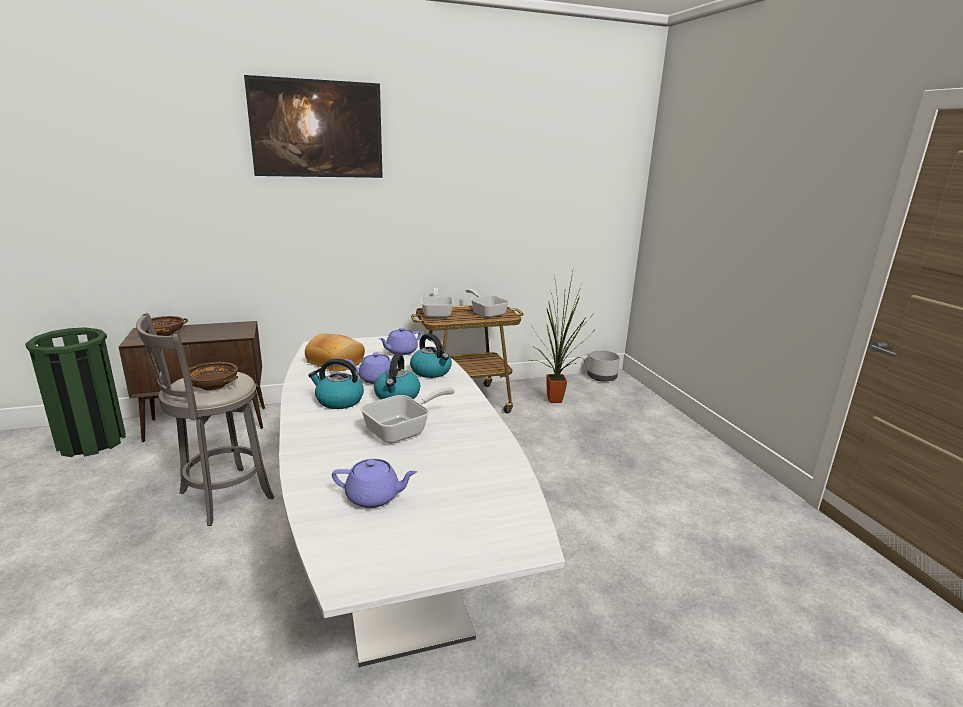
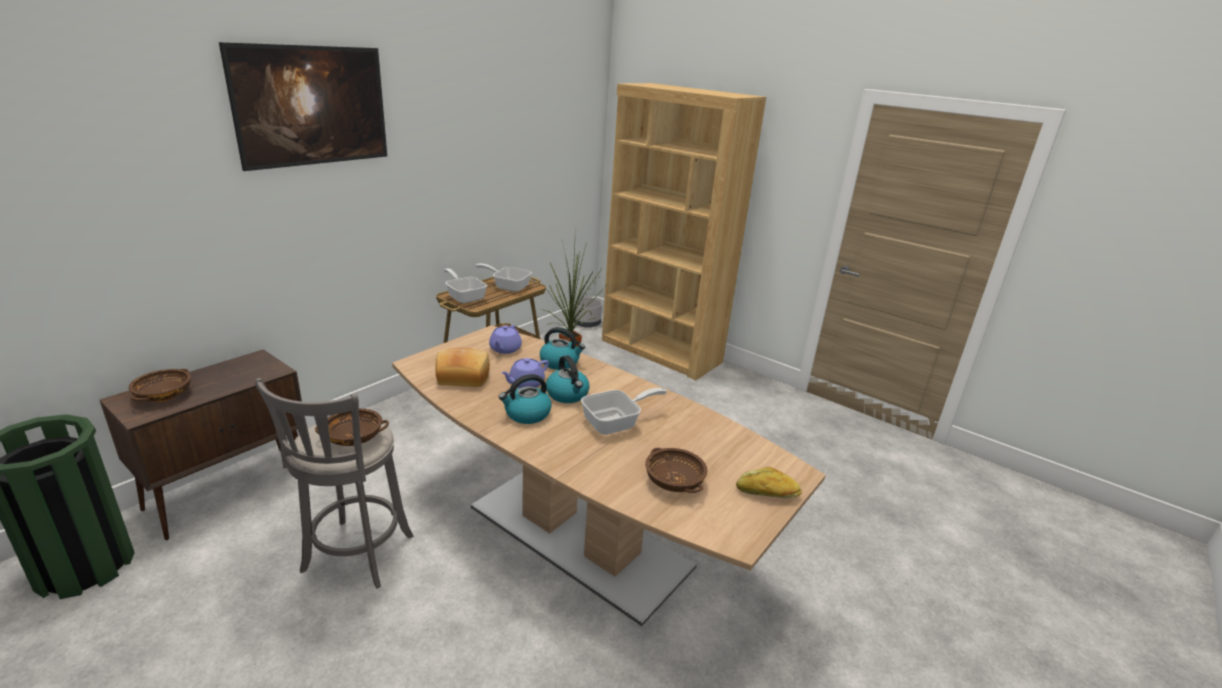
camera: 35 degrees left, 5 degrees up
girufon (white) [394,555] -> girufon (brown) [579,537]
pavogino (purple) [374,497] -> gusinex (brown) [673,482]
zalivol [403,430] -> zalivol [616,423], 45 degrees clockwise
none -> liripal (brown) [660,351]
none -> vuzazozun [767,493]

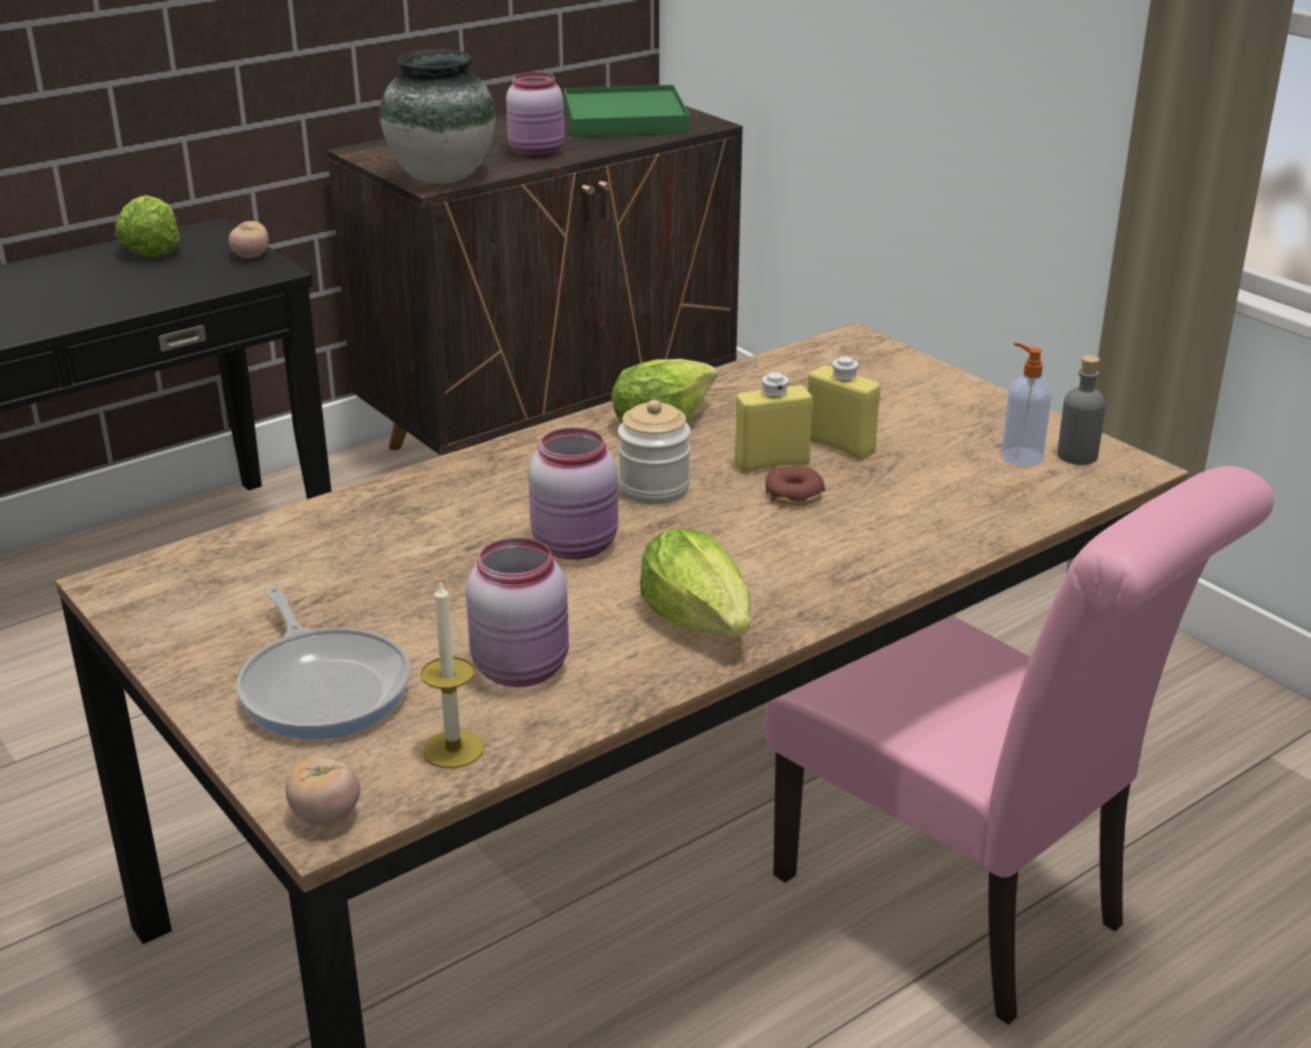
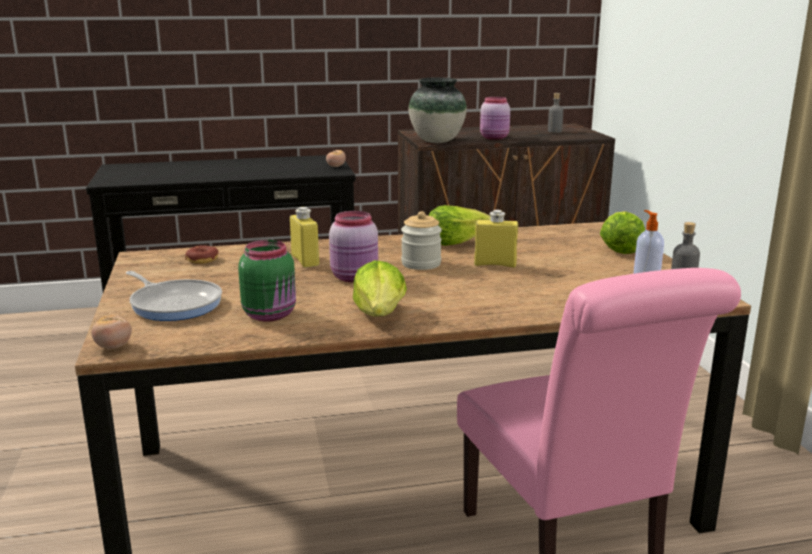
camera: 25 degrees right, 10 degrees down
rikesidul [151,248] -> rikesidul [620,248], moved
zalivol [324,687] -> zalivol [174,304], 45 degrees counterclockwise
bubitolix [453,749] -> none
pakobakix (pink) [523,667] -> pakobakix (green) [271,315]
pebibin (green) [624,119] -> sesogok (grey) [554,131]
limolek [794,495] -> limolek [202,260], moved
sesogok (yellow) [840,446] -> sesogok (yellow) [305,261], moved

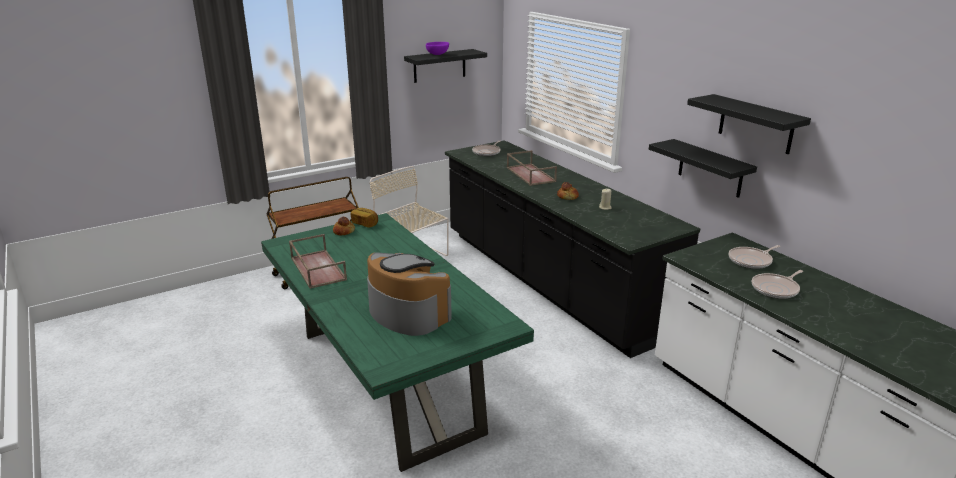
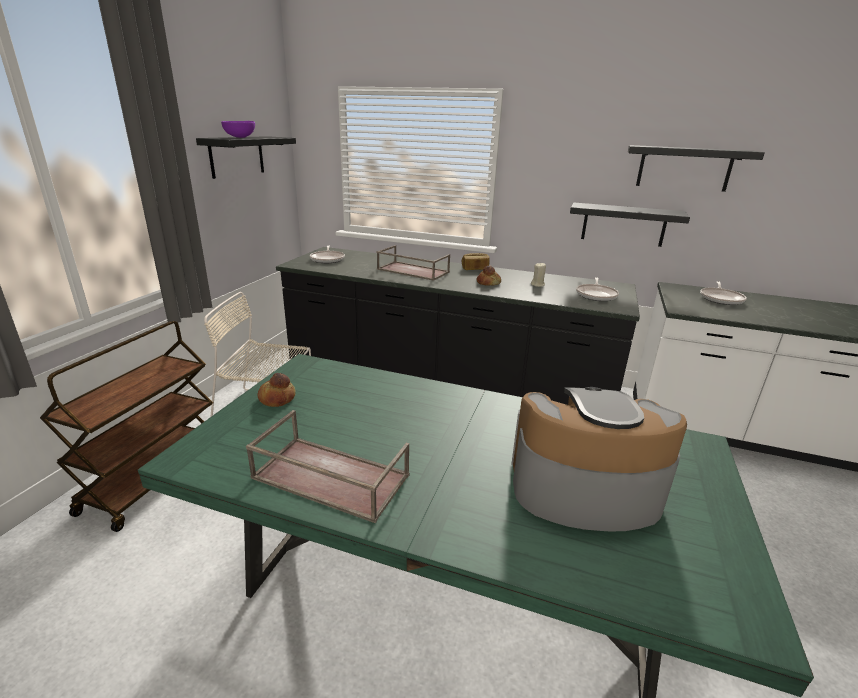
camera: 40 degrees left, 0 degrees up
vuzazozun [365,224] -> vuzazozun [475,269], moved
zalivol [776,289] -> zalivol [596,295], moved

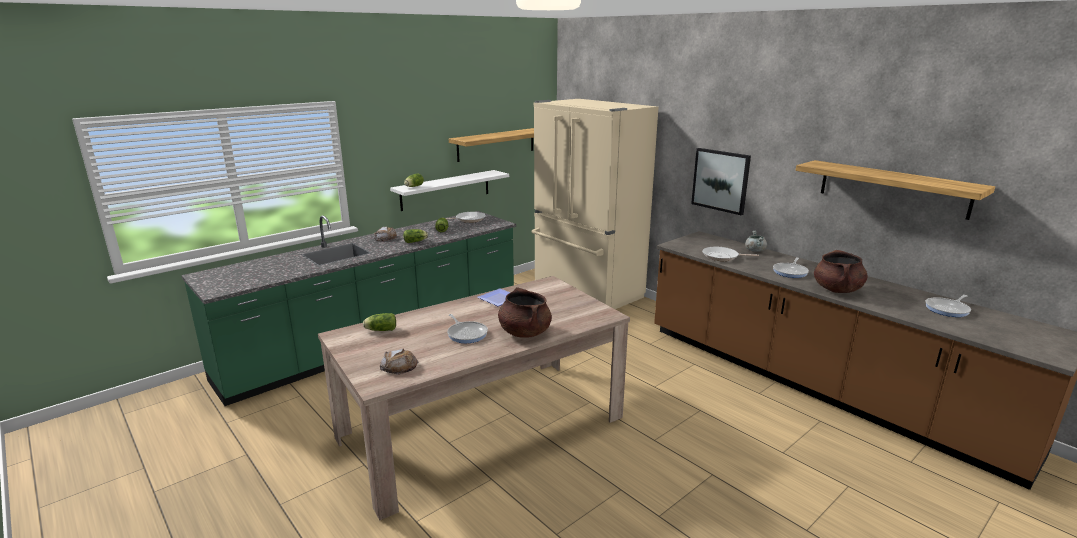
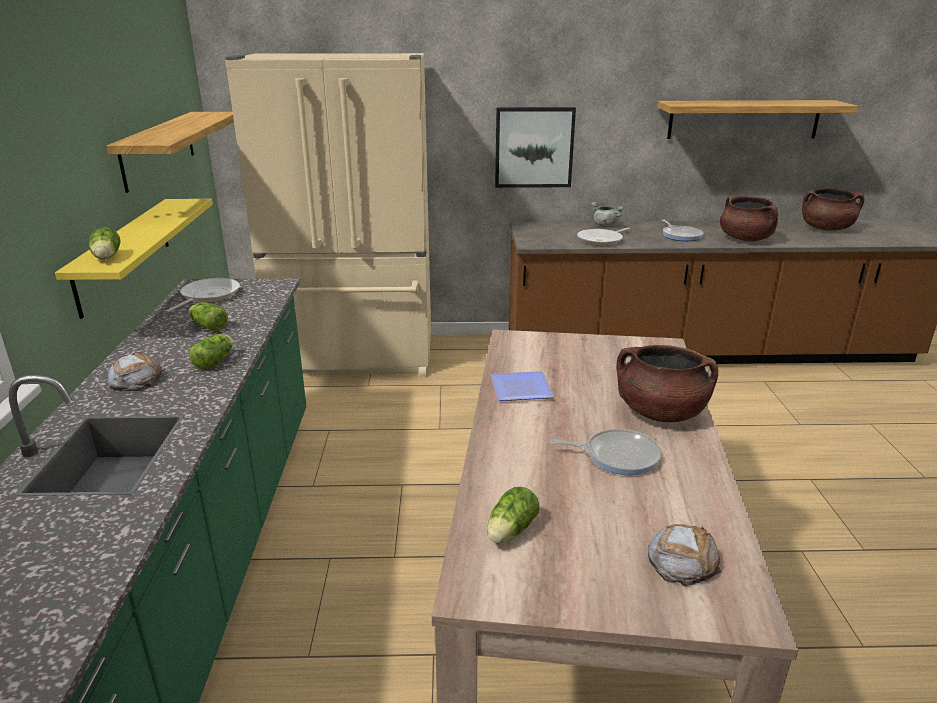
camera: 50 degrees left, 5 degrees up
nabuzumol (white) [445,190] -> nabuzumol (yellow) [124,253]
zalivol [948,309] -> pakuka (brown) [826,229]

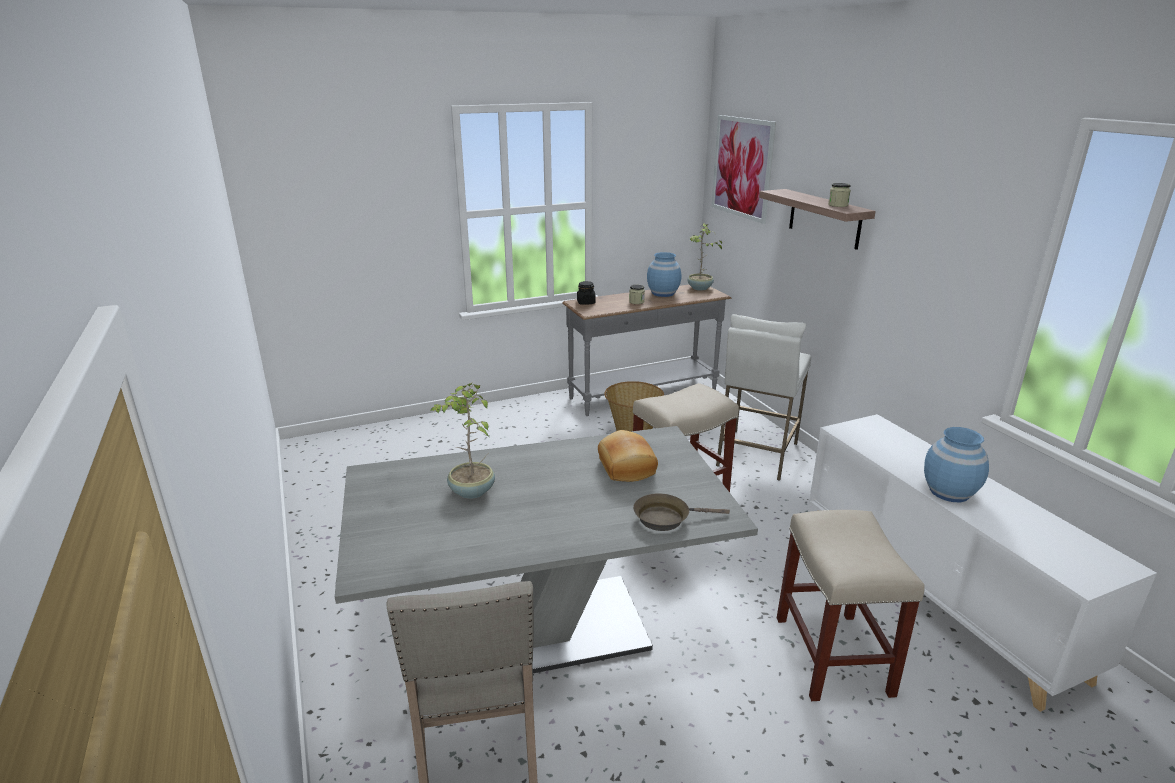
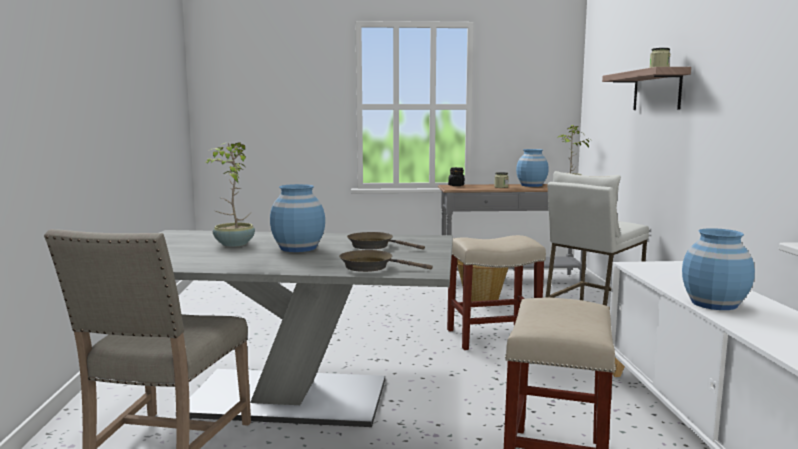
camera: 20 degrees right, 15 degrees down
vuzazozun [625,467] -> zalivol (brown) [374,246]
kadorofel [742,167] -> none
none -> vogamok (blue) [298,248]

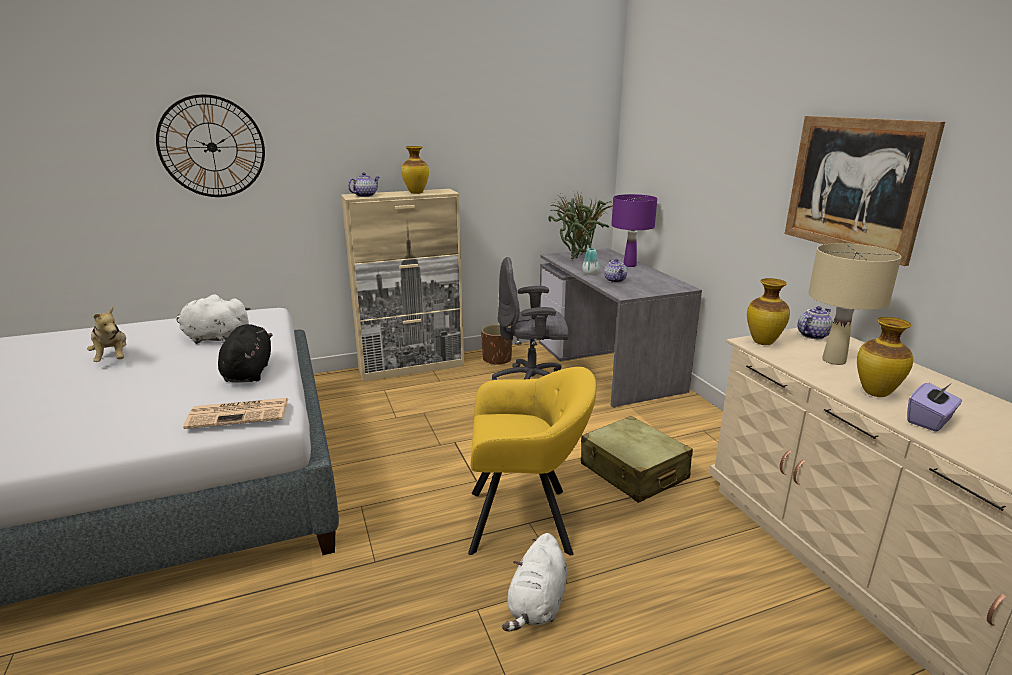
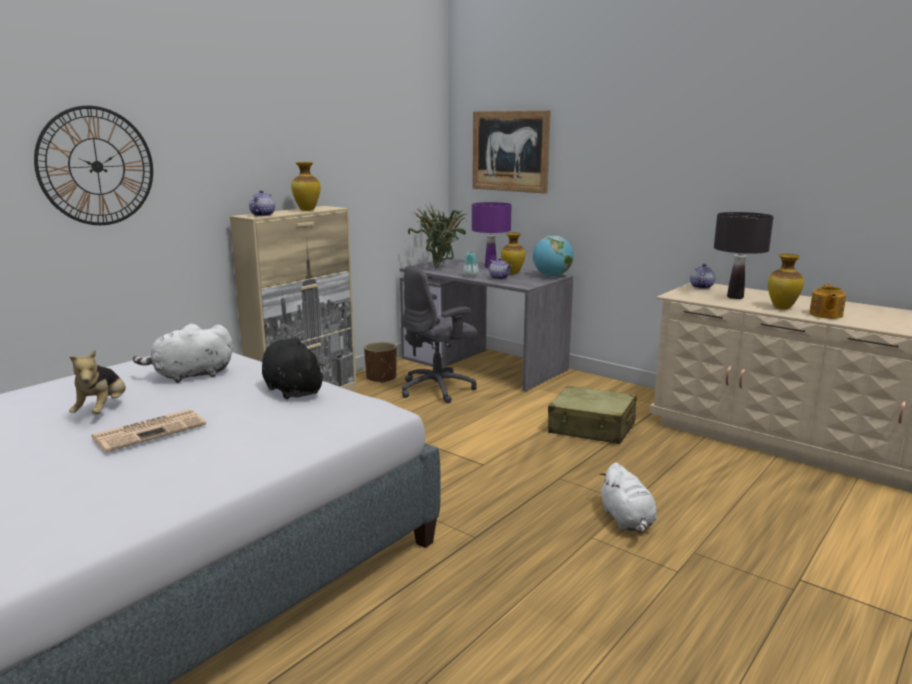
camera: 30 degrees left, 5 degrees down
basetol [113,358] -> basetol [103,410], 60 degrees clockwise
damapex [240,413] -> damapex [150,430], moved
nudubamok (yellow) [526,521] -> none
vogamok [763,342] -> vogamok [512,273], moved
kadorofel [855,185] -> kadorofel [510,151], moved
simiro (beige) [833,361] -> simiro (black) [735,297]
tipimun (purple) [929,421] -> pavogino [825,315]
none -> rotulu [552,276]

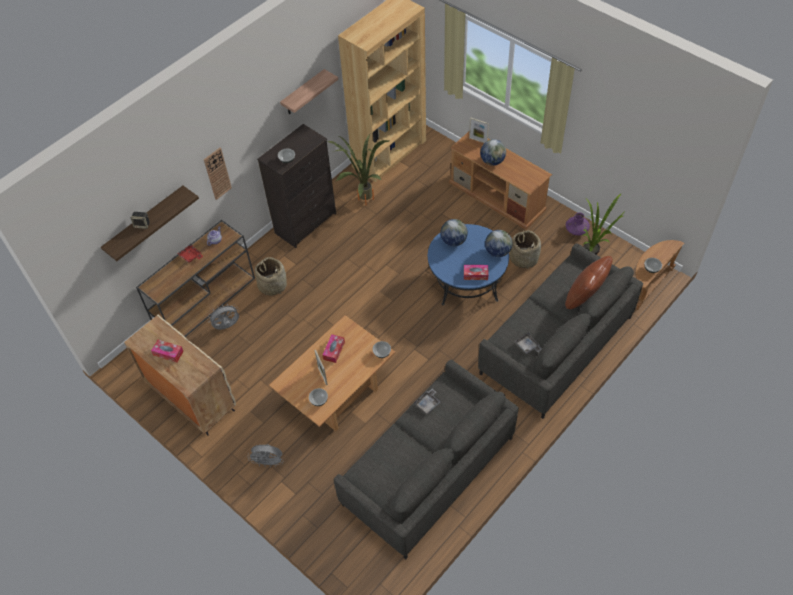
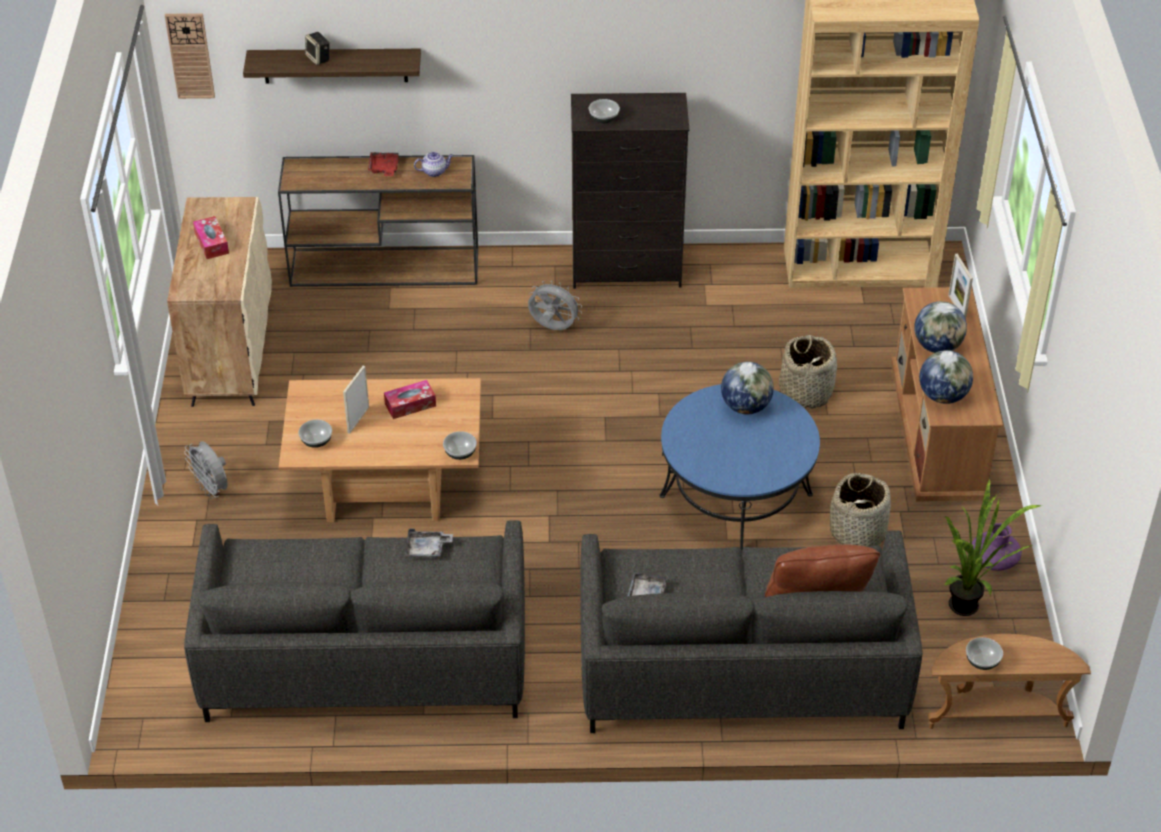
camera: 45 degrees right, 10 degrees down
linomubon [217,173] -> linomubon [190,55], moved
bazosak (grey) [227,326] -> bazosak (grey) [553,328], moved
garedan [272,285] -> garedan [806,391], moved
nabuzumol [303,93] -> none
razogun [361,201] -> none
tipimun [475,274] -> none
rotulu [497,252] -> rotulu [943,396], moved

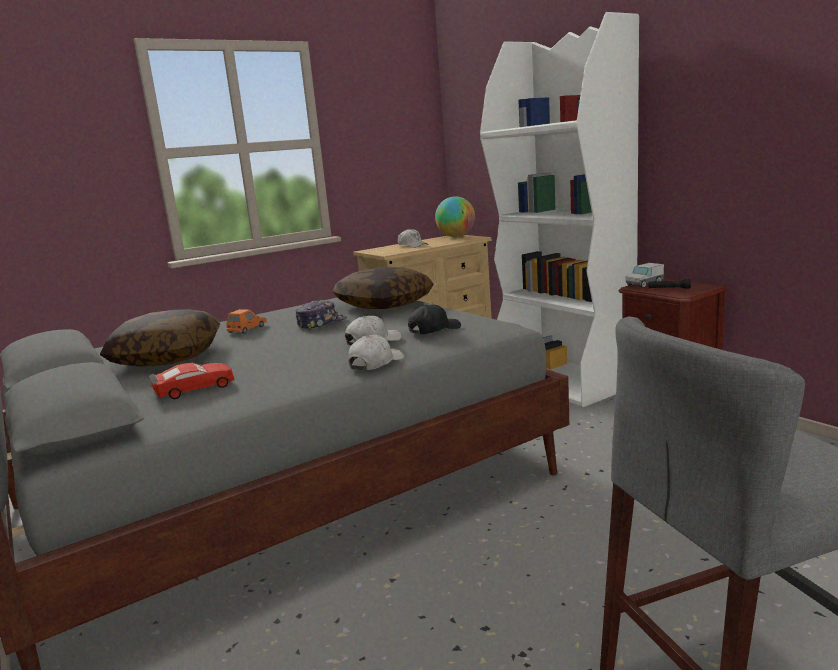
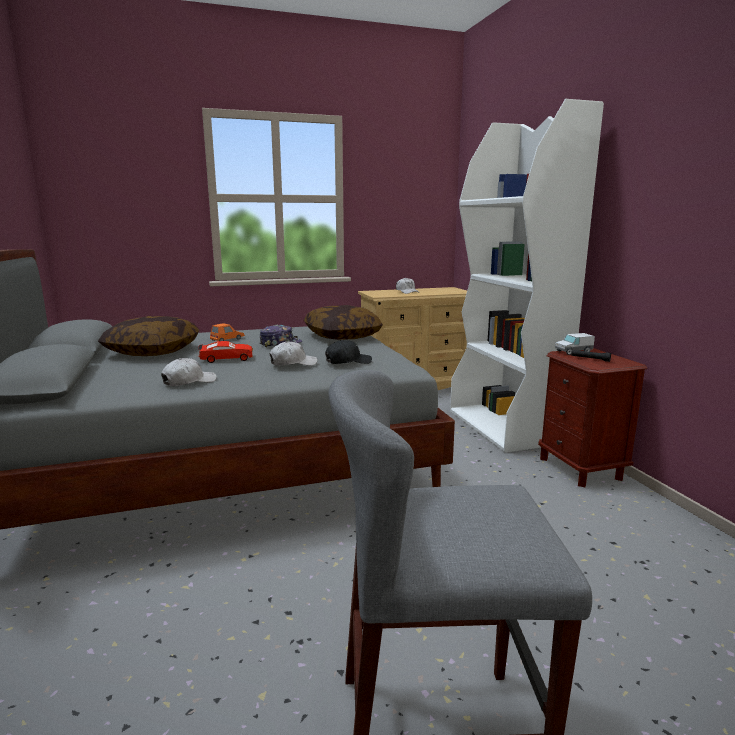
camera: 15 degrees right, 0 degrees up
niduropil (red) [194,388] -> niduropil (red) [226,358], moved
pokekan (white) [375,363] -> pokekan (white) [189,382], moved
rotulu [456,236] -> none

